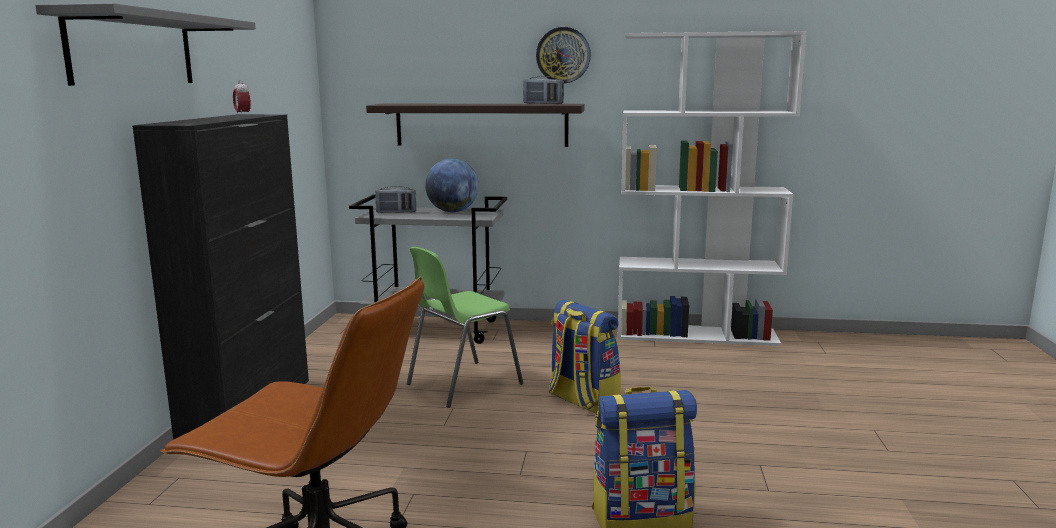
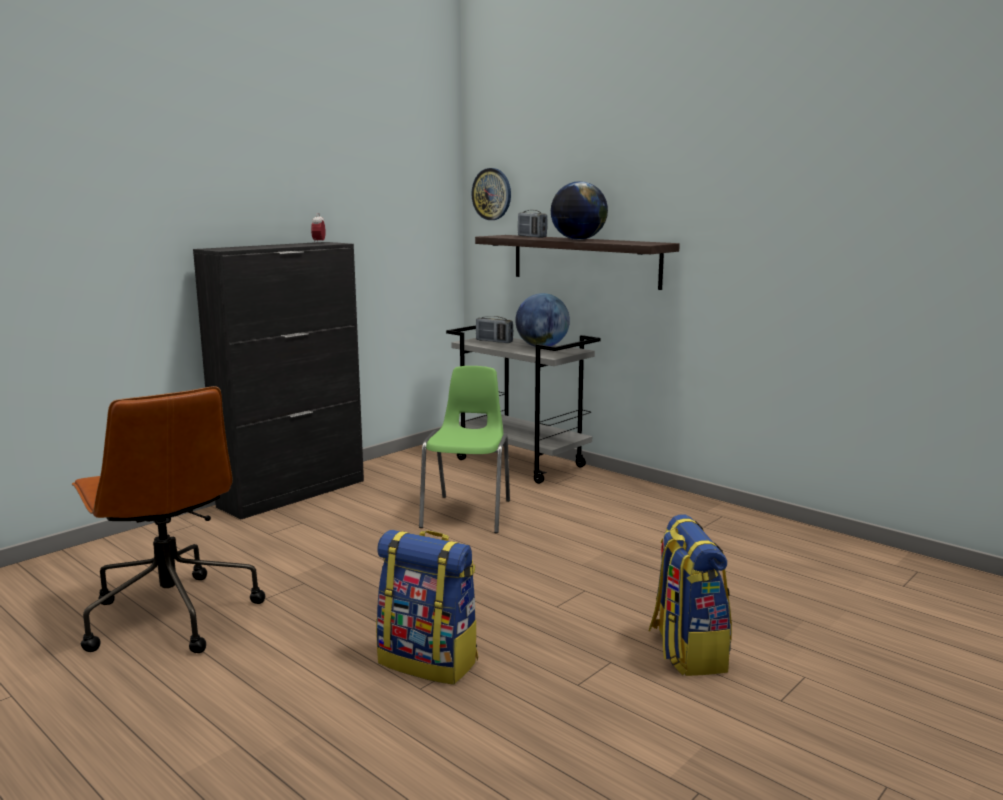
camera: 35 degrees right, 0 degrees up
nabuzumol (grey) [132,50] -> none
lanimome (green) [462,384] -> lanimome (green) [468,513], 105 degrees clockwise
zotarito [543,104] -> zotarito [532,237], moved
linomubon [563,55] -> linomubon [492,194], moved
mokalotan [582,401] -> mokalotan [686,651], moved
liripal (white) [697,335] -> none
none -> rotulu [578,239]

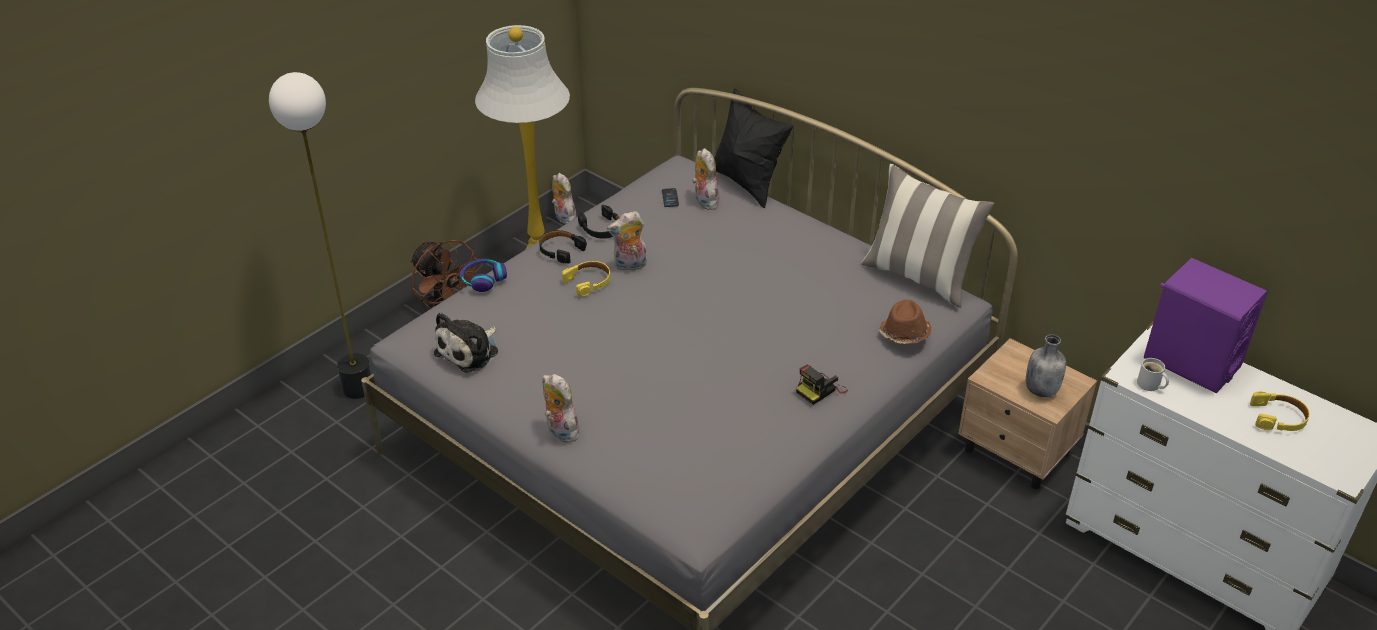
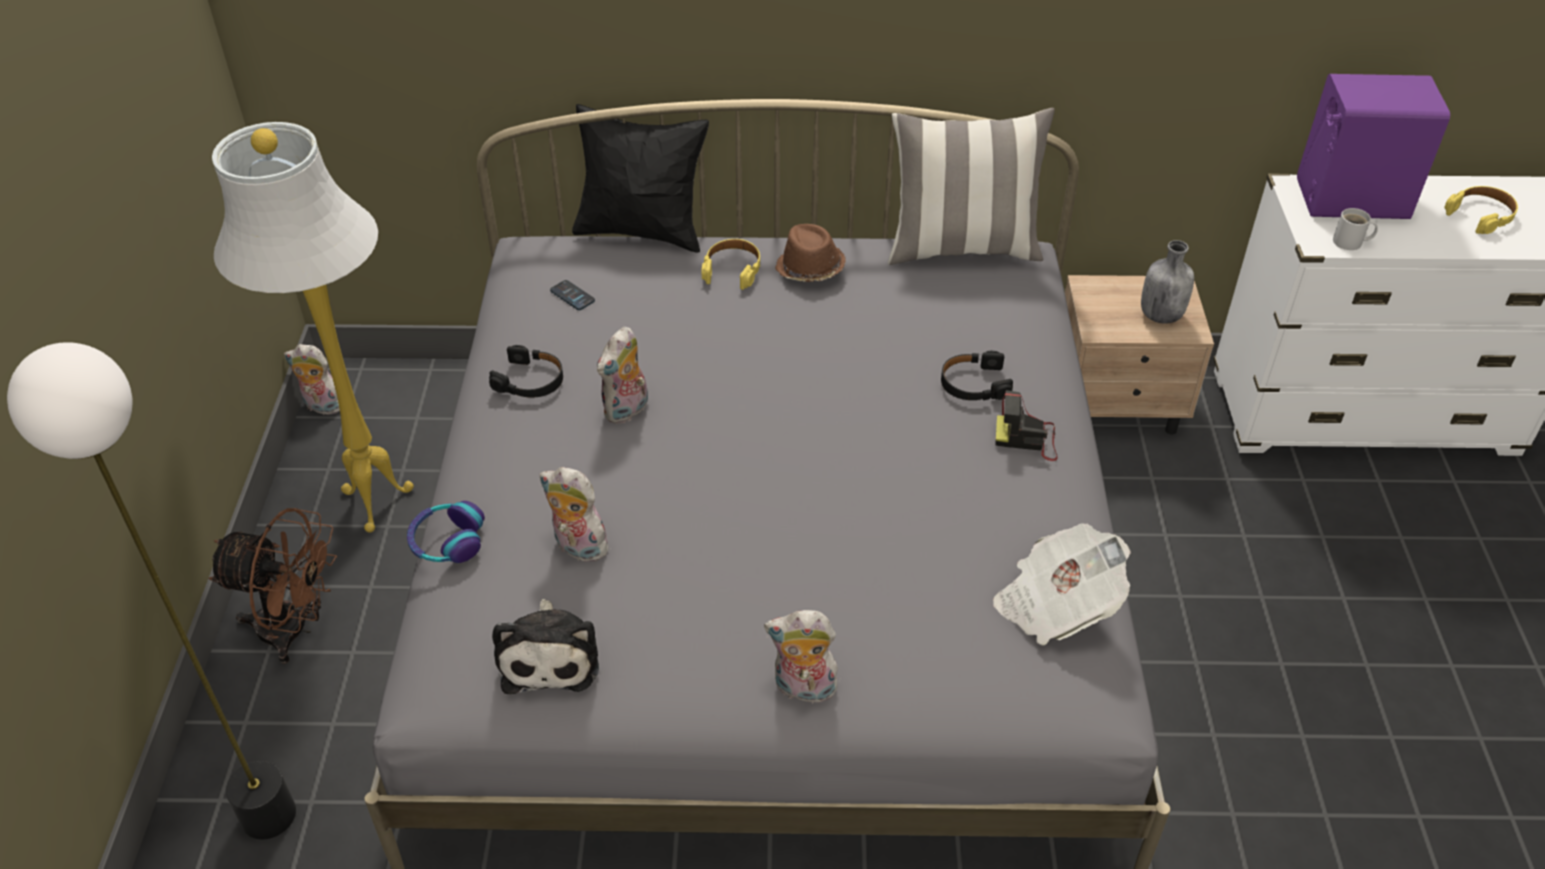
camera: 40 degrees left, 5 degrees up
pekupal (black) [560,250] -> pekupal (black) [973,384], moved
pekupal (yellow) [588,282] -> pekupal (yellow) [732,269], moved
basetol [704,201] -> basetol [577,547], moved
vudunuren [820,390] -> vudunuren [1027,439], 90 degrees clockwise
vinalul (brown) [904,334] -> vinalul (brown) [809,269], moved
none -> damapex [1056,604]

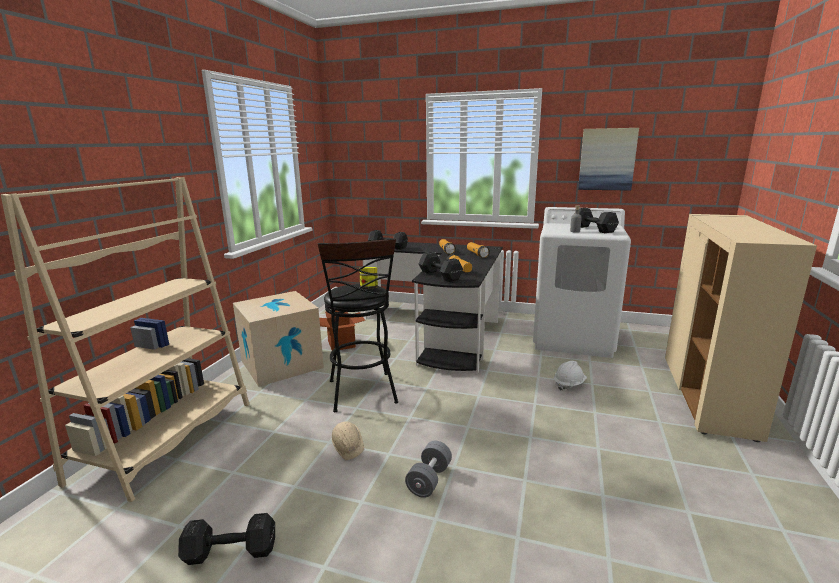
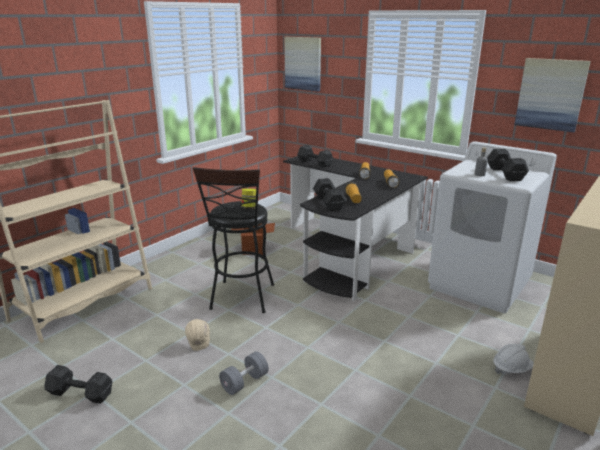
camera: 20 degrees right, 5 degrees up
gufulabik [281,364] -> none
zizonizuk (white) [569,384] -> zizonizuk (white) [511,369], moved
none -> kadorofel [303,63]

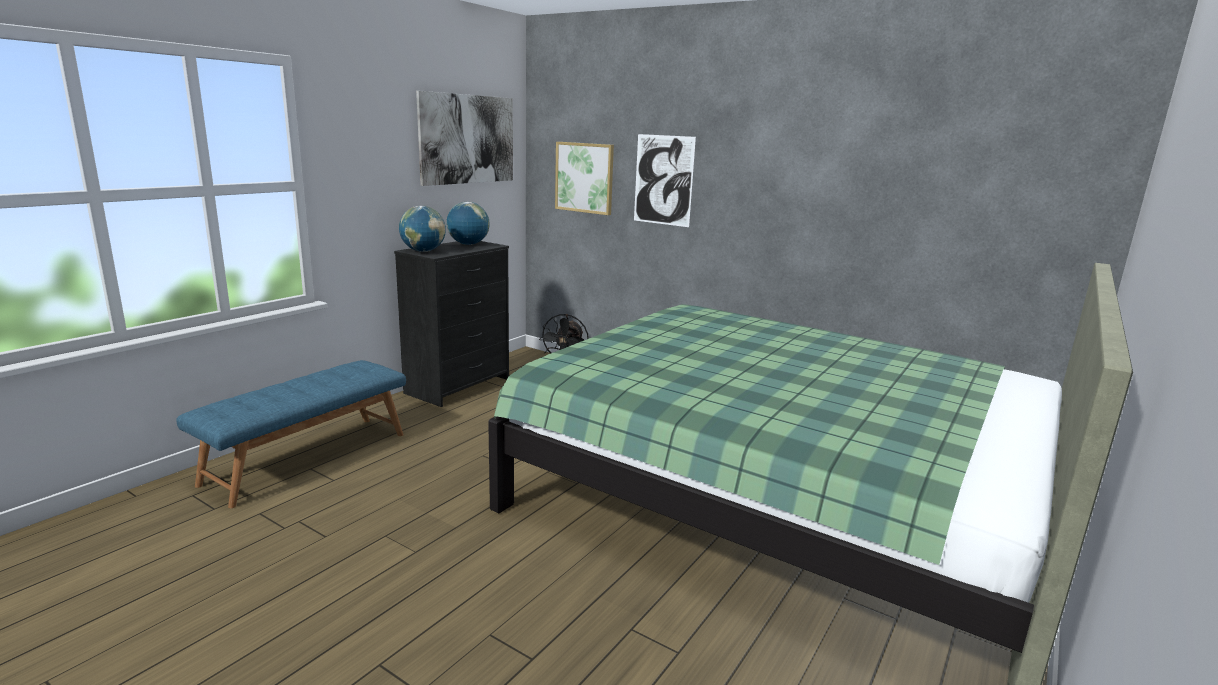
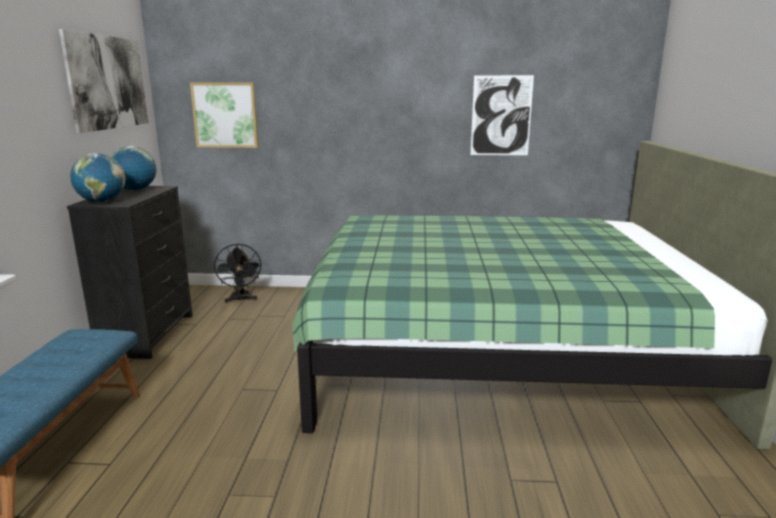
camera: 30 degrees left, 0 degrees up
kadorofel [663,180] -> kadorofel [501,116], moved

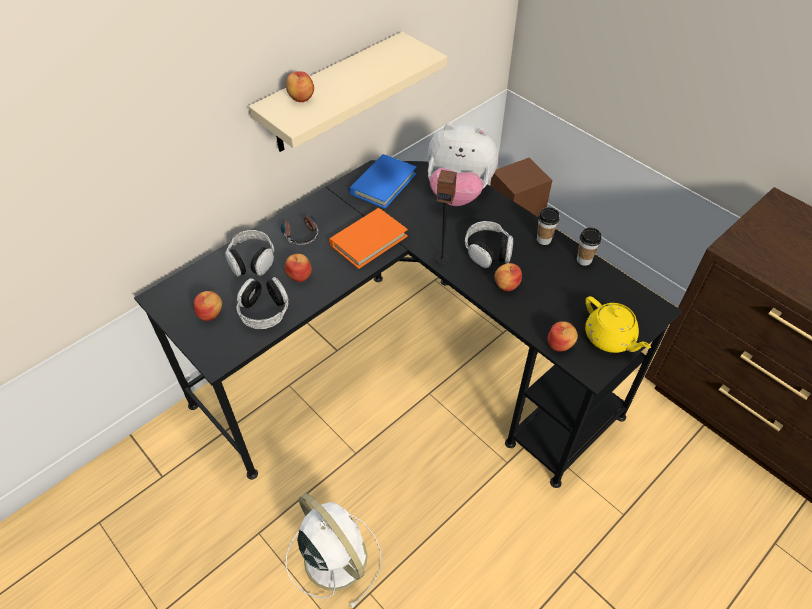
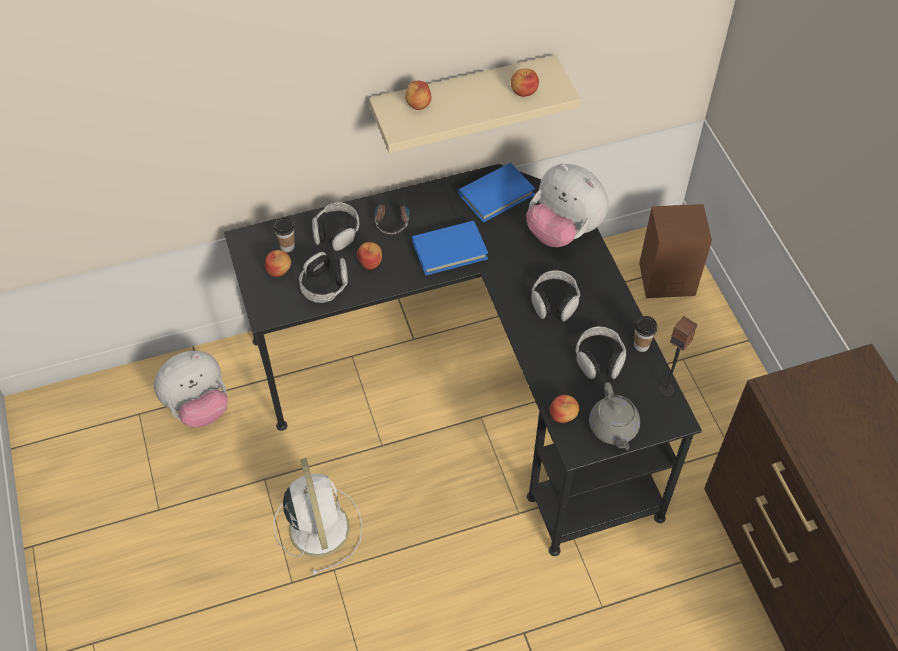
camera: 25 degrees right, 5 degrees up
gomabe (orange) [368,240] -> gomabe (blue) [449,250]
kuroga [442,259] -> kuroga [666,389], moved
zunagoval [506,285] -> zunagoval [524,91], moved
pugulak [543,240] -> pugulak [287,246], moved
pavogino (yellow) [610,338] -> pavogino (grey) [613,428]
none -> basetol [198,406]
none -> pekupal [599,359]

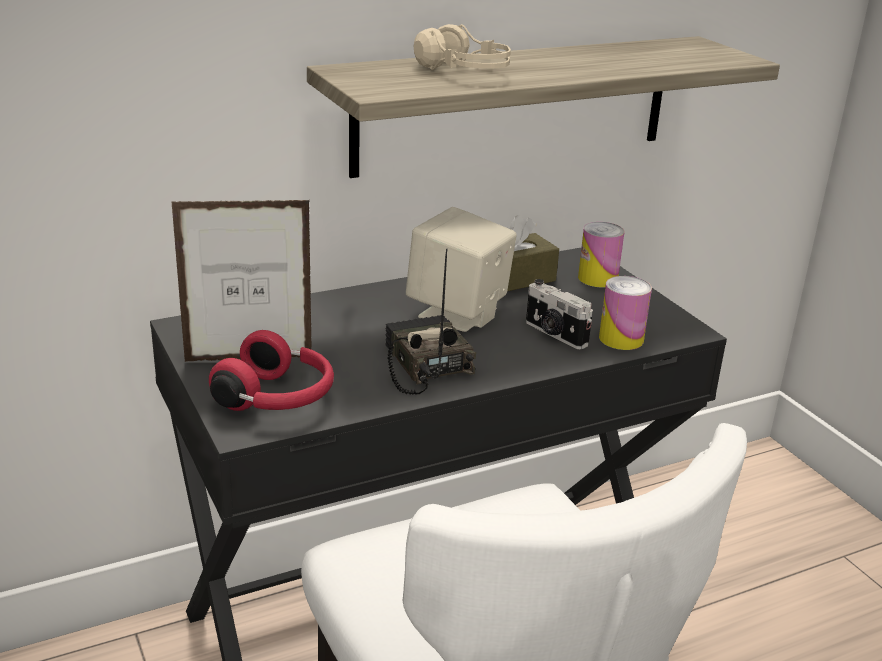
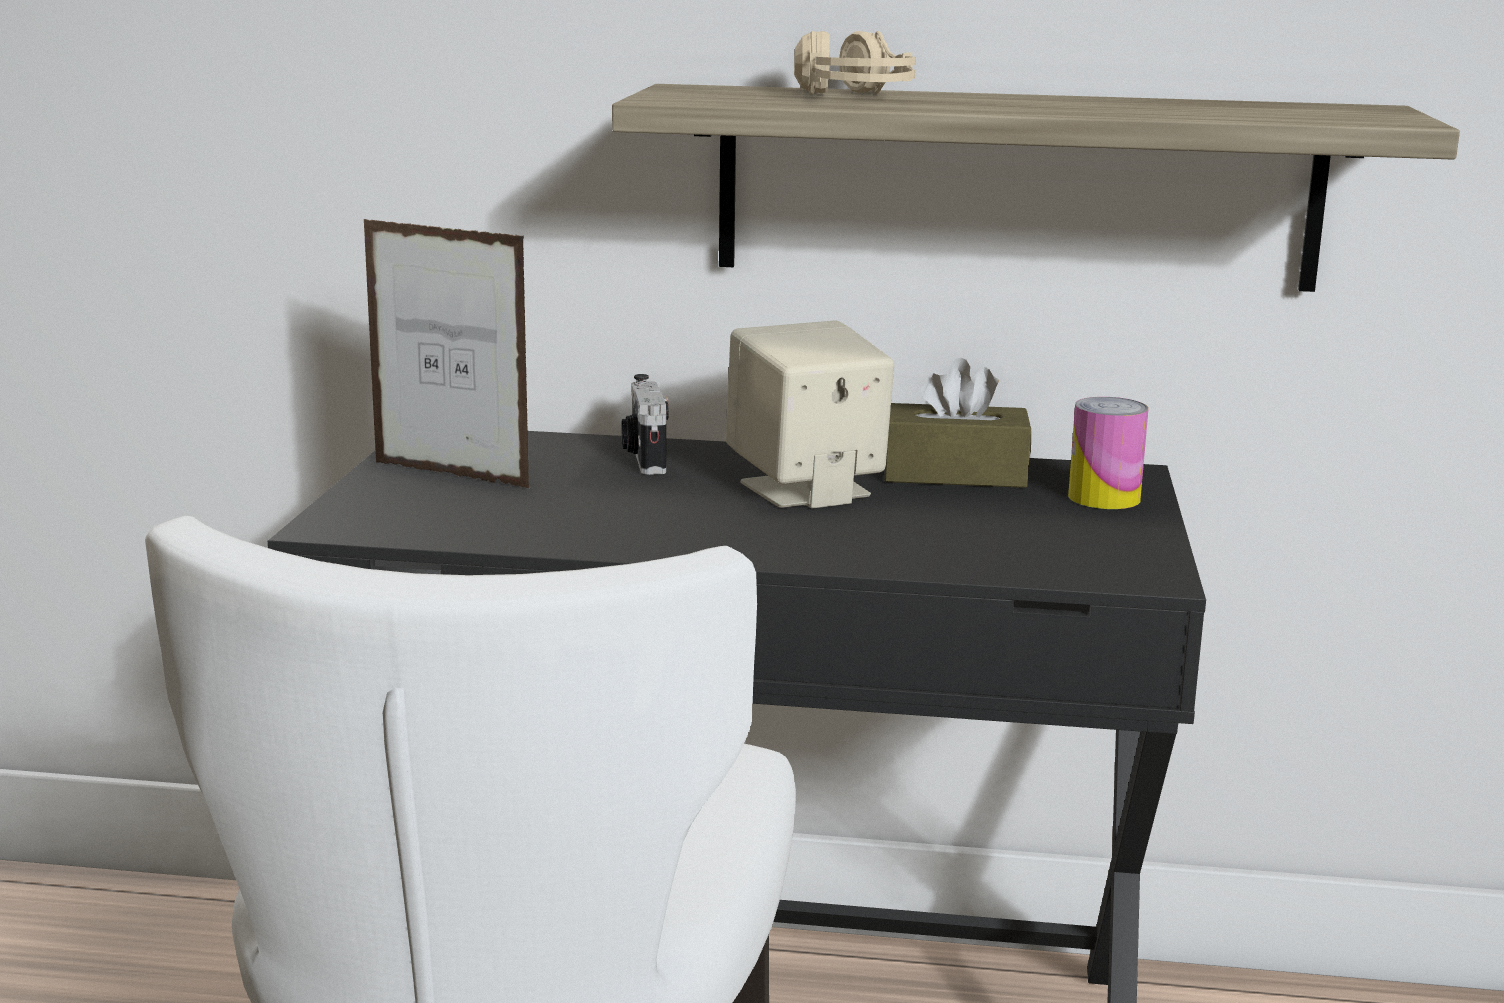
camera: 35 degrees right, 10 degrees down
pekupal (red) [277,398] -> none
zotarito [423,364] -> none
vudunuren [554,334] -> vudunuren [645,458], moved
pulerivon [621,339] -> none

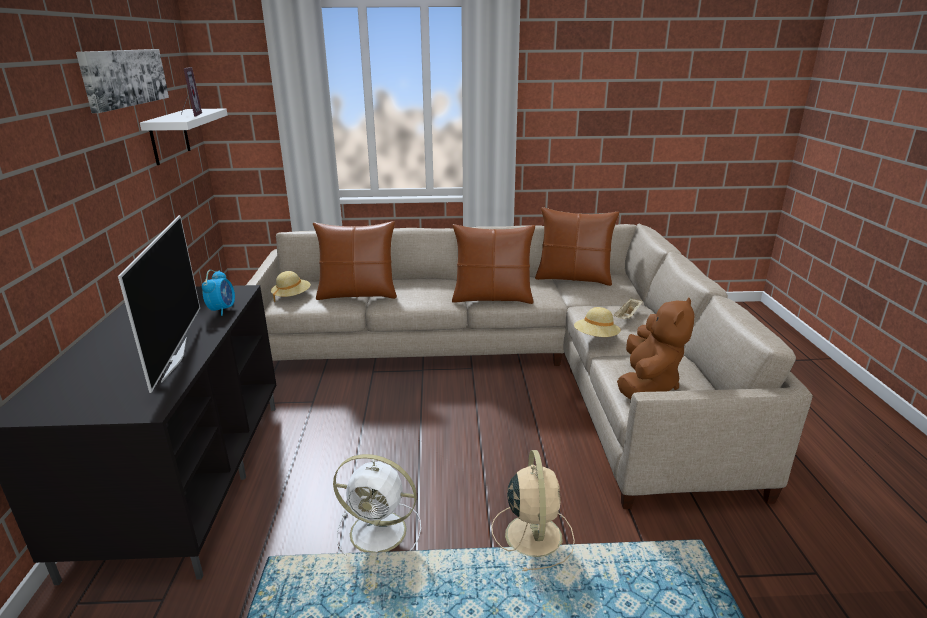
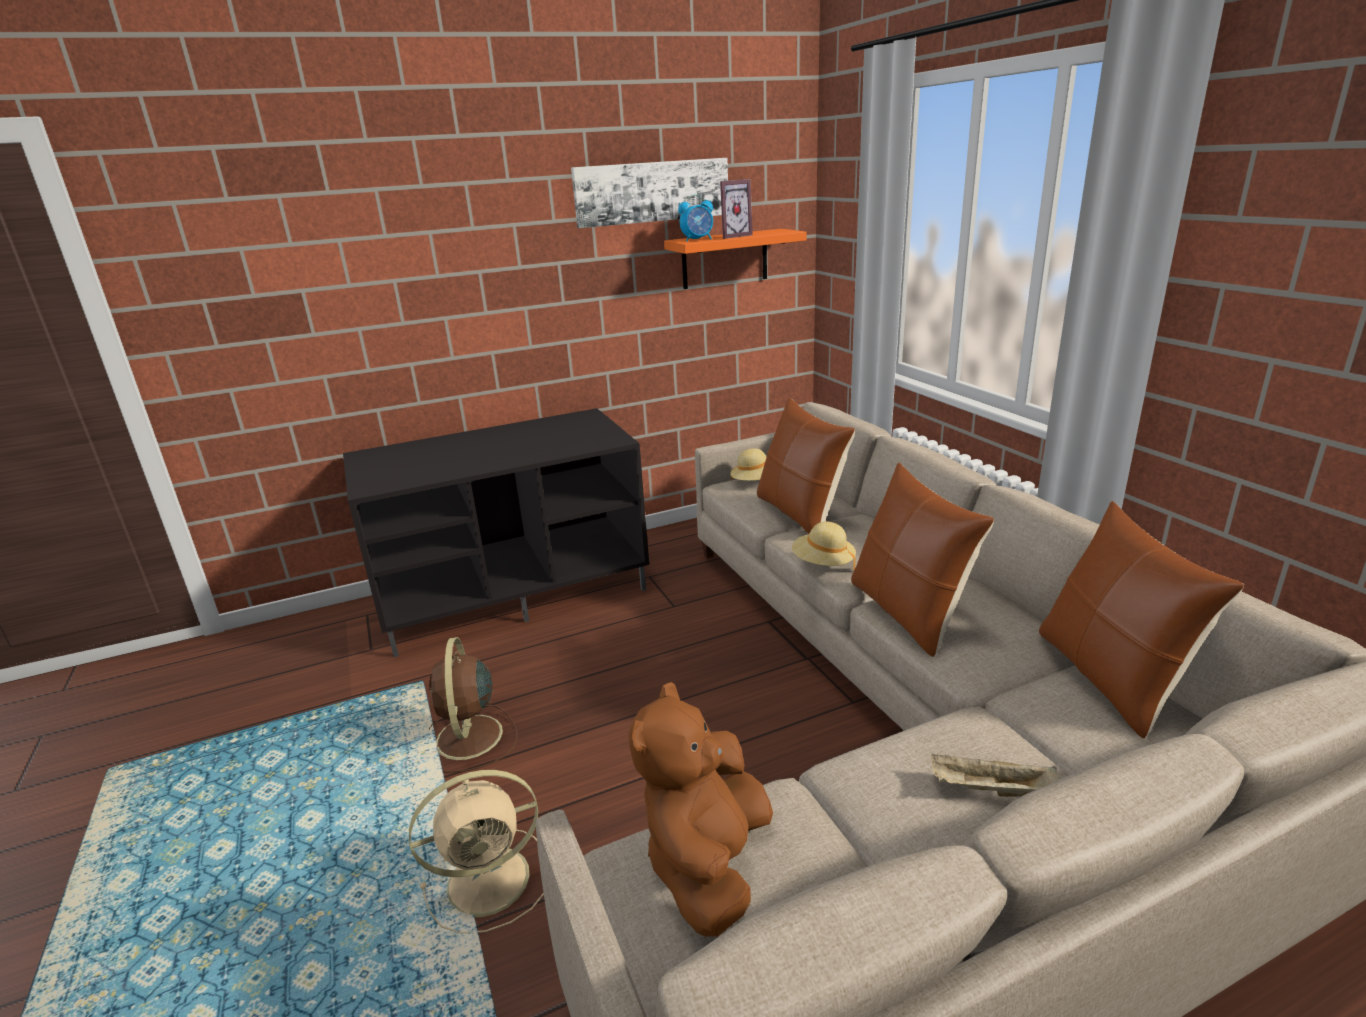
camera: 70 degrees right, 0 degrees up
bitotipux [173,359] -> none
nabuzumol (white) [169,136] -> nabuzumol (orange) [724,259]
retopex [222,310] -> retopex [698,240], moved
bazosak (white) [381,532] -> bazosak (brown) [469,739]
vinalul (beige) [596,338] -> vinalul (beige) [823,563], moved
basetol (brown) [647,384] -> basetol (brown) [708,863], 105 degrees clockwise

